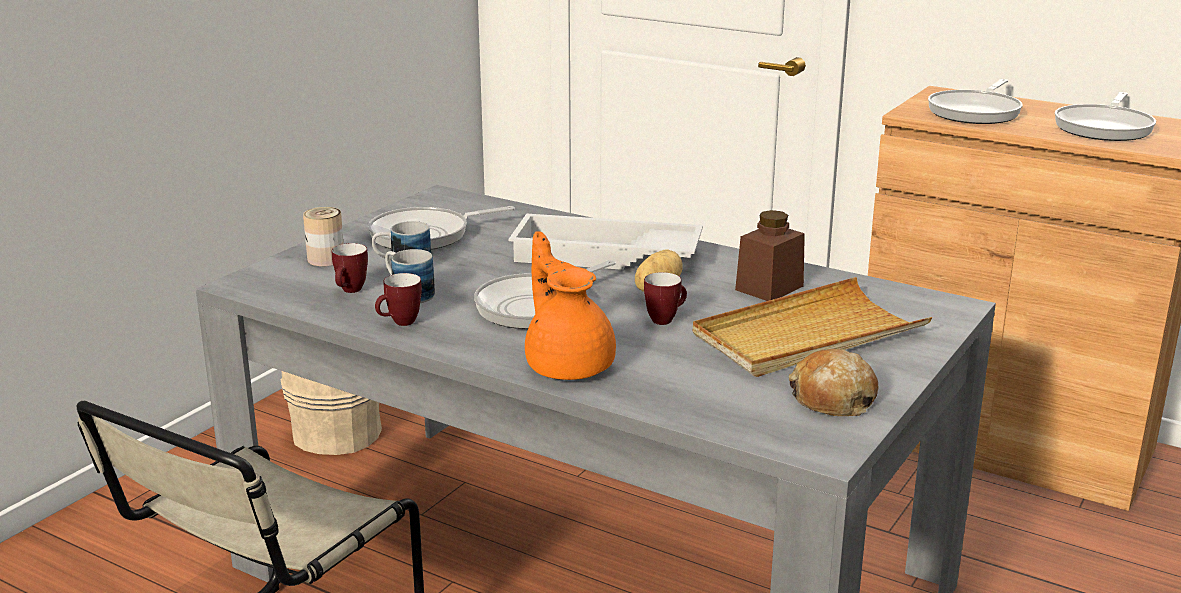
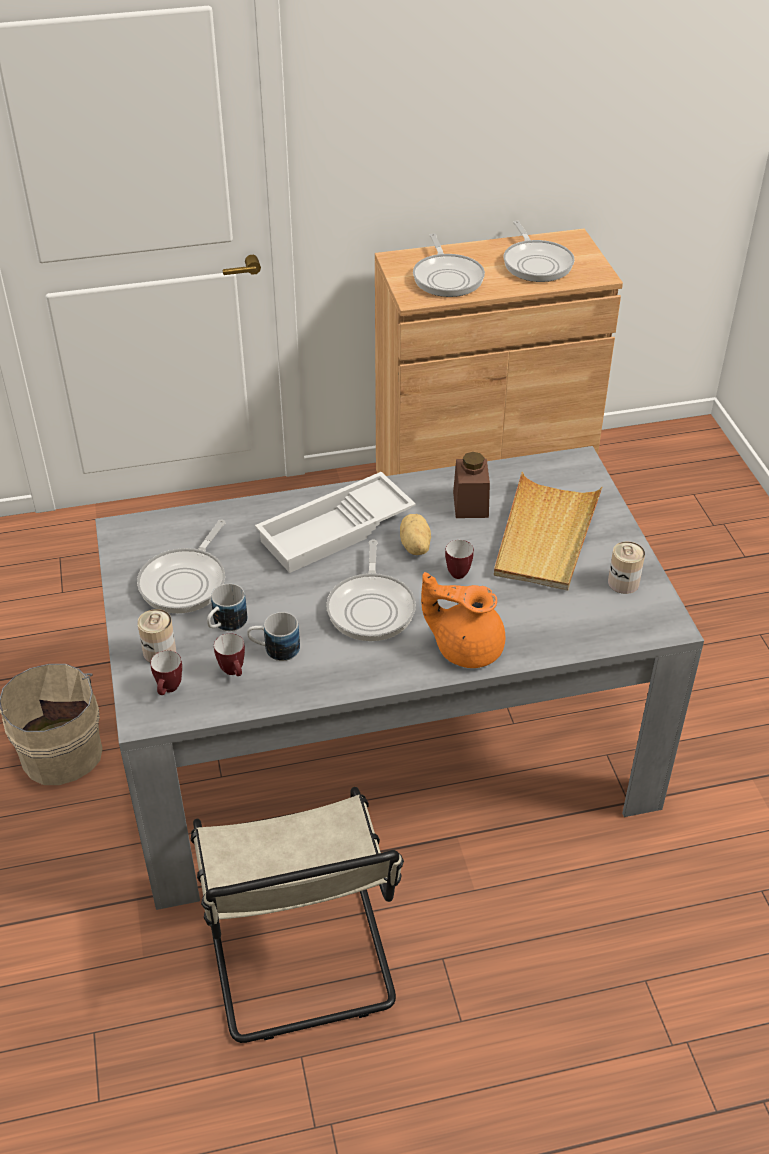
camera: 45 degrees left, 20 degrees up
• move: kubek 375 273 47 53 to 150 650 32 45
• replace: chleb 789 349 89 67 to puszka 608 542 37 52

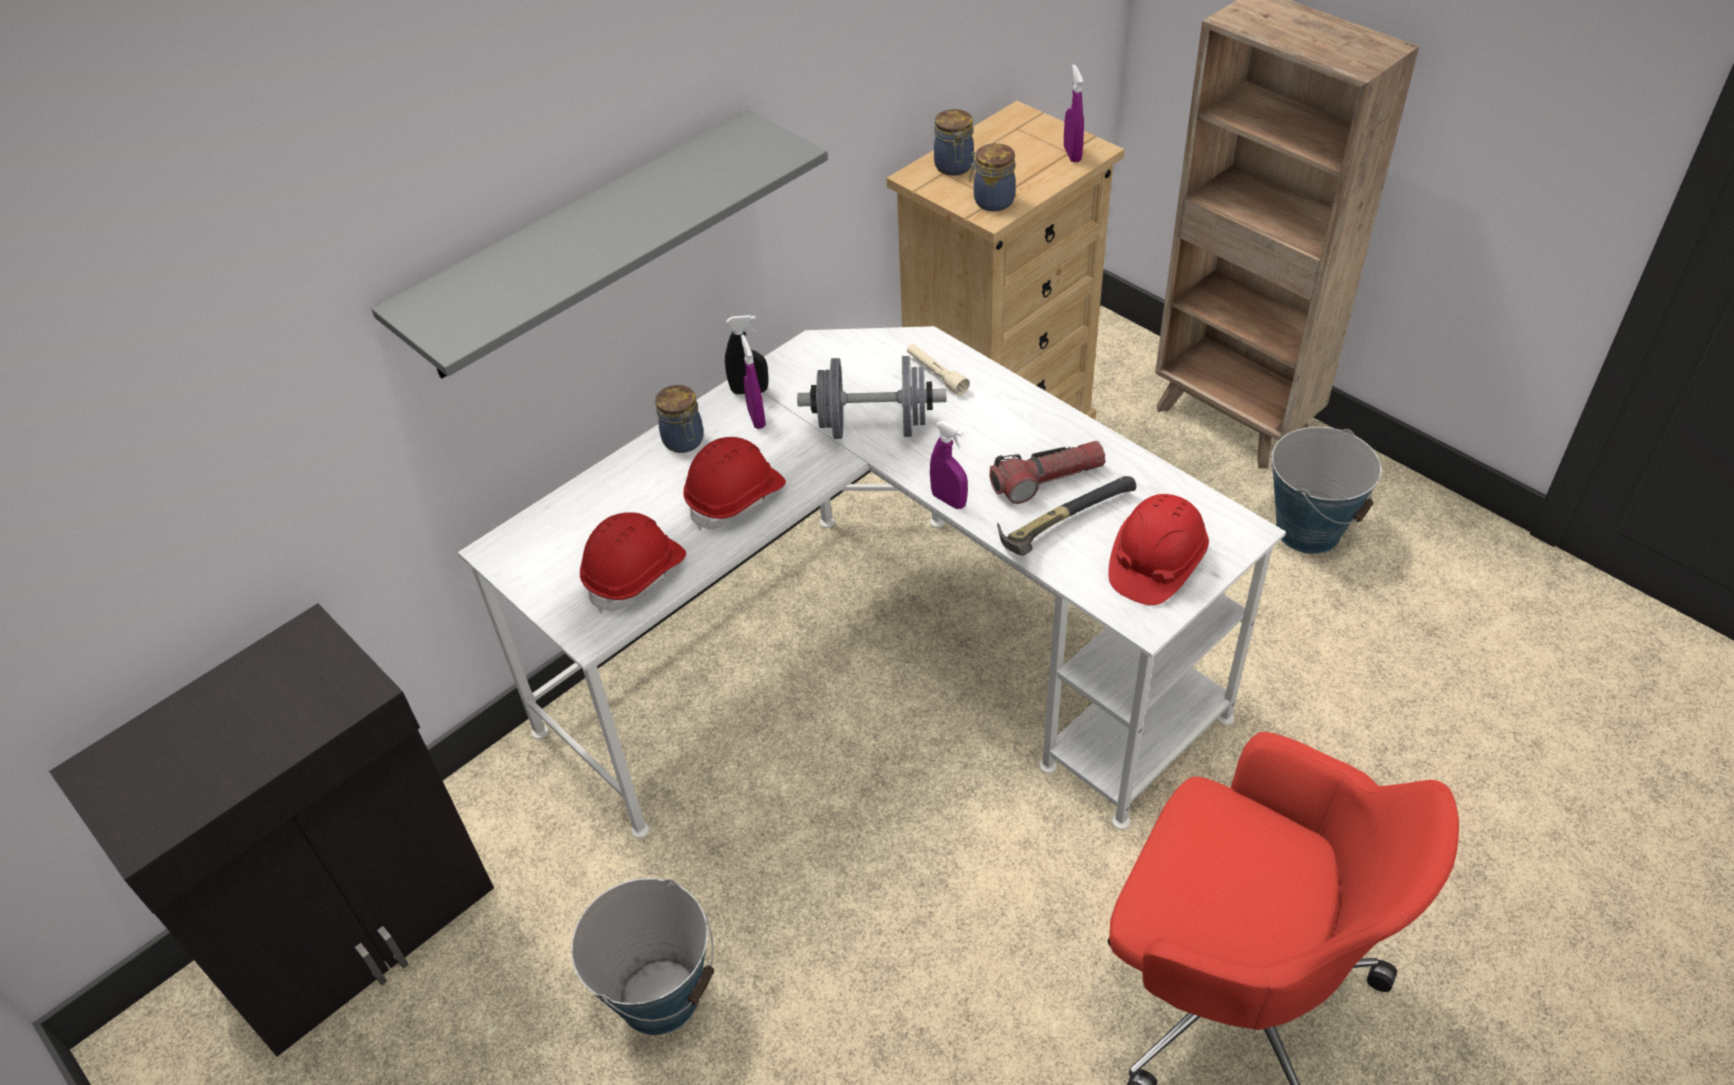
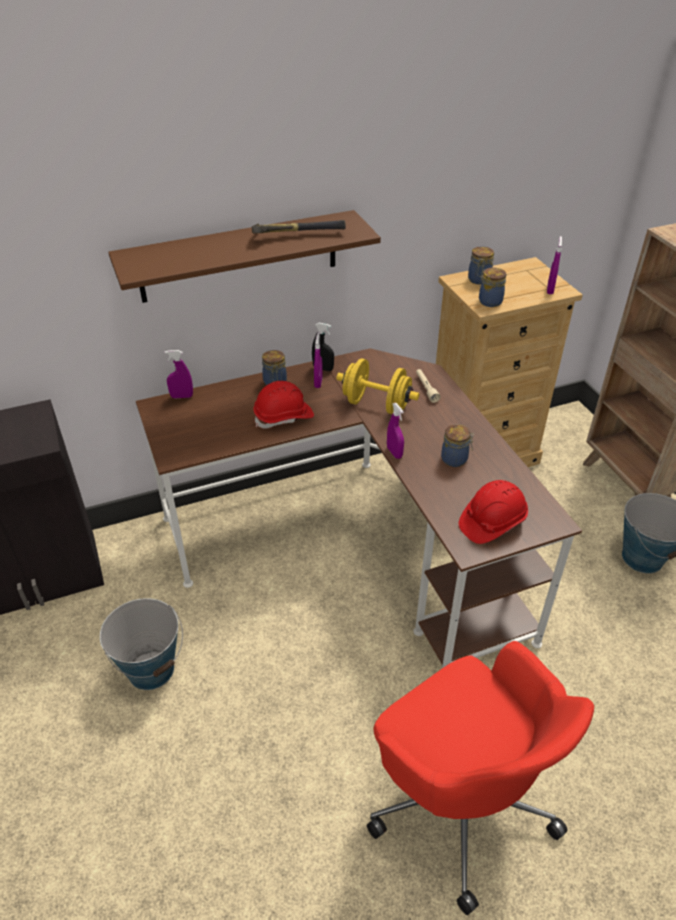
camera: 20 degrees right, 5 degrees down
• recolor: półka (szary) 372 110 456 269 to półka (brązowy) 108 210 273 93
• recolor: biurko (biały) 458 326 828 512 to biurko (brązowy) 136 348 446 320
• recolor: hantel (szary) 797 356 149 83 to hantel (żółty) 336 358 83 56
• replace: latarka 990 441 115 63 to słoik 441 424 33 43
• move: młotek 997 476 139 80 to 252 220 94 14
• delete: kask (czerwony) 580 512 106 101
• insert: spryskiwacz (fioletowy) 165 350 28 48

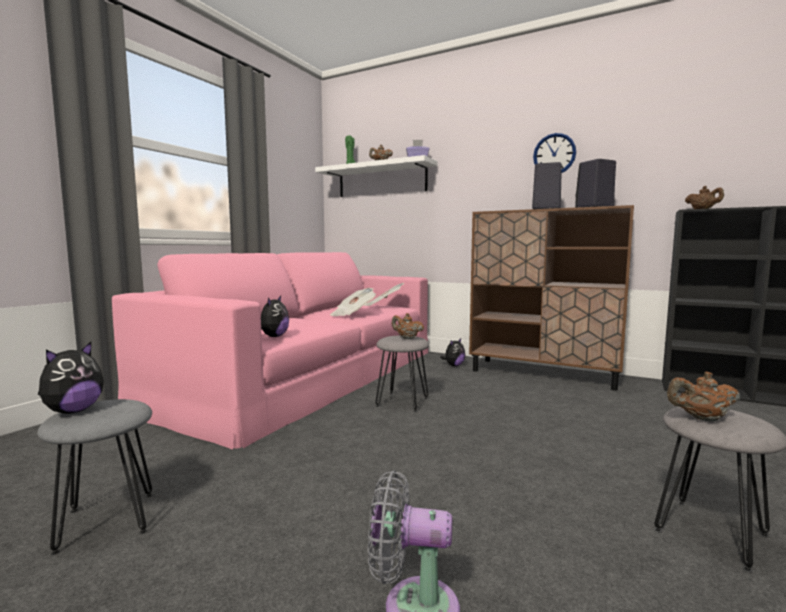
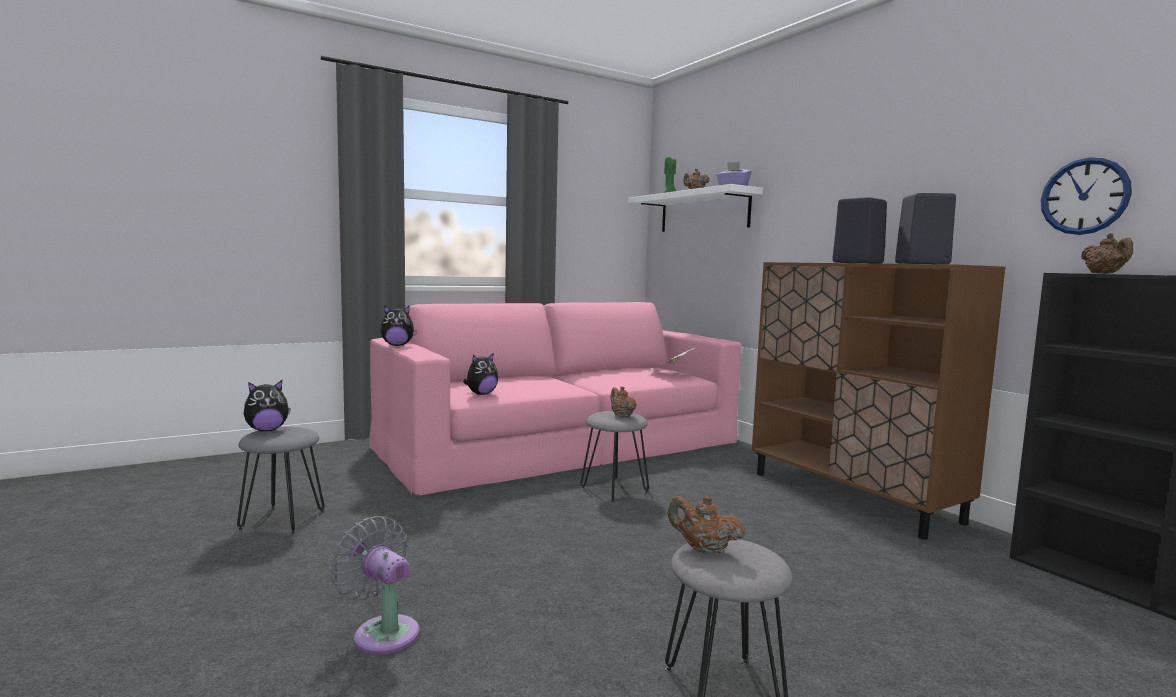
camera: 30 degrees right, 0 degrees up
• move: zegar ścienny 533 133 43 40 to 1041 157 91 78
• delete: gazeta 330 288 46 28
• move: pluszak 440 338 25 28 to 380 305 37 41

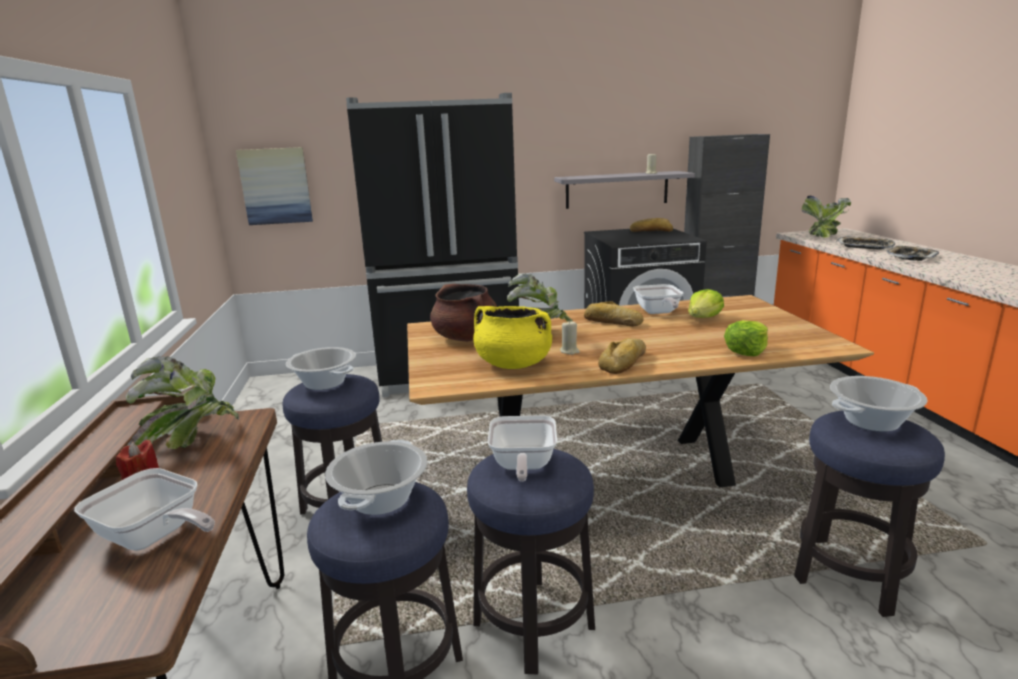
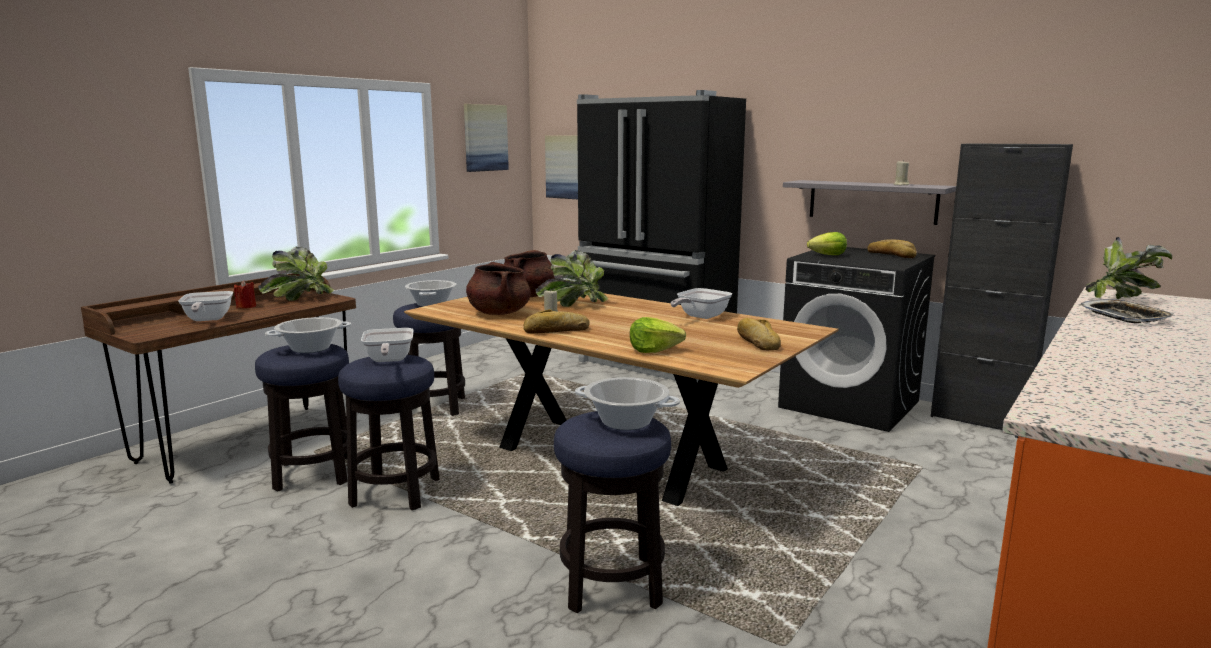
camera: 45 degrees right, 5 degrees down
• delete: taca 887 245 52 16
• move: sałata 688 289 36 29 to 807 232 40 23
• move: chleb 584 301 59 26 to 737 318 44 32
• recolor: garnek (żółty) 473 306 79 63 to garnek (brązowy) 466 262 65 53
• rotate: patelnia 488 415 69 67 = 361 328 52 34 60 degrees counterclockwise
• insert: obraz 464 104 45 68

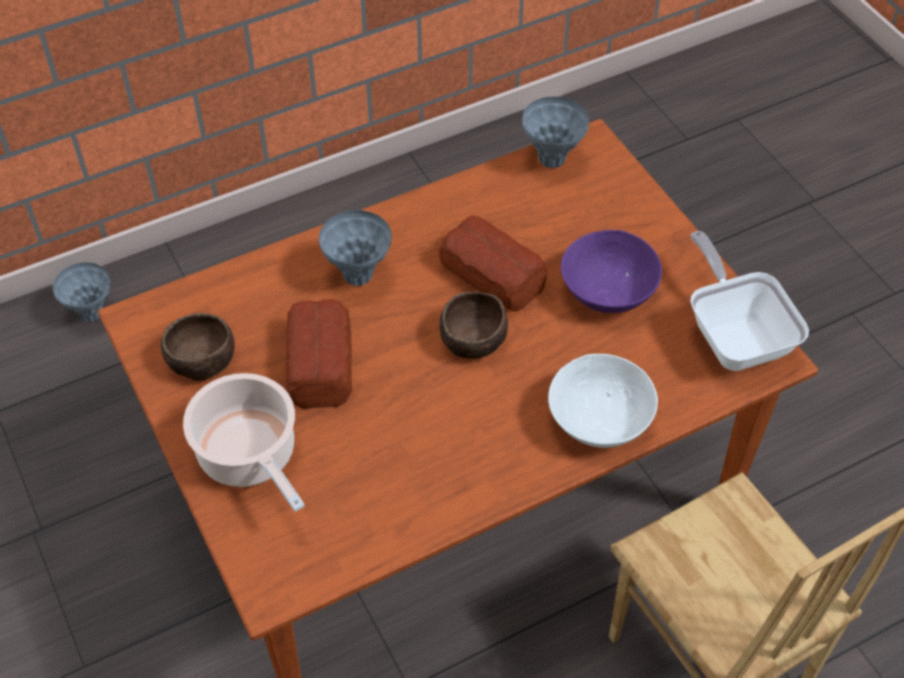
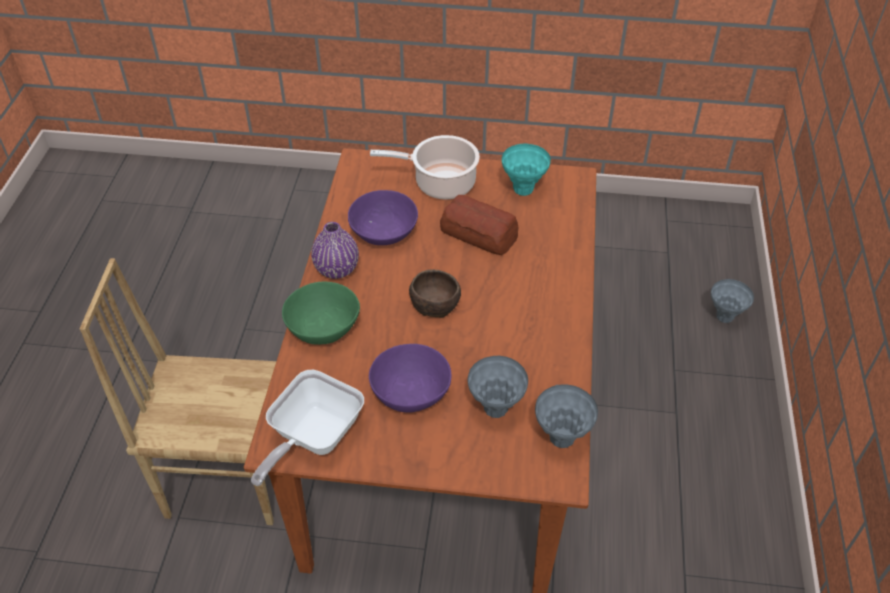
camera: 125 degrees right, 5 degrees down
• move: wazon (szary) 319 210 73 76 to 467 356 61 62
• delete: chleb 439 215 108 97
• rotate: patelnia 690 231 119 140 = 251 370 113 116 105 degrees clockwise
• replace: miska (brązowy) 161 313 74 68 to wazon (turkusowy) 502 144 49 52
• recolor: miska (biały) 548 354 110 94 to miska (zielony) 282 282 78 63
• insert: miska (fioletowy) 348 190 70 55
• insert: wazon (fioletowy) 311 222 48 57

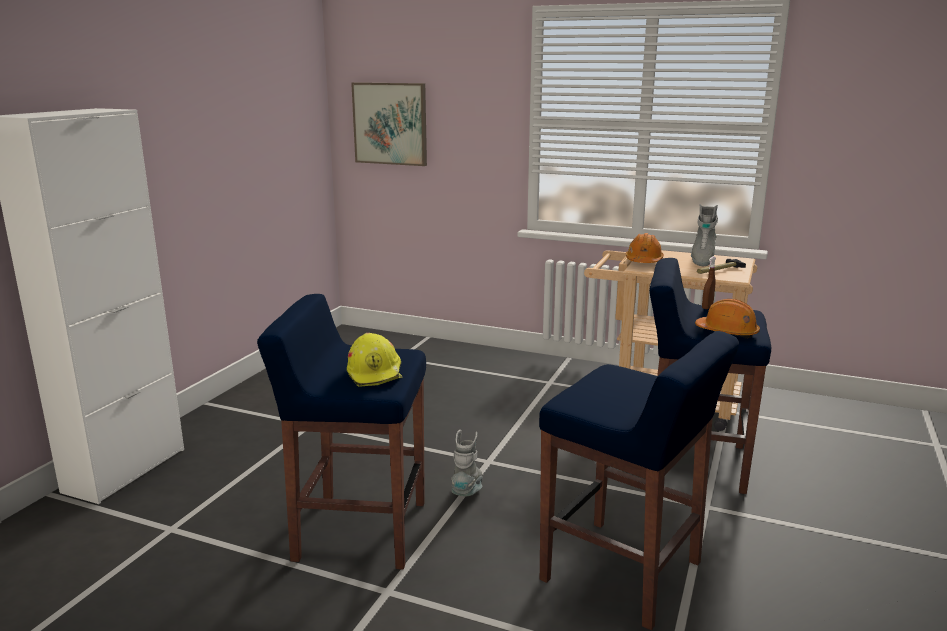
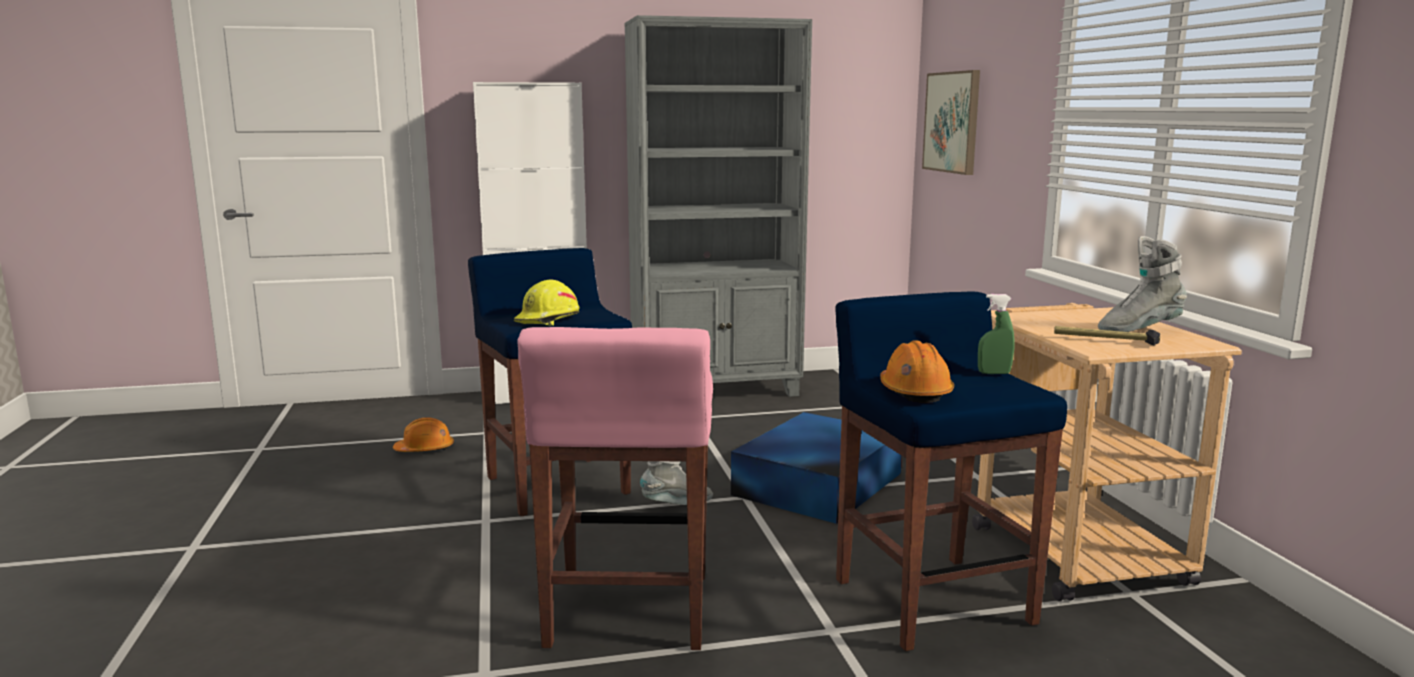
camera: 55 degrees right, 5 degrees down
• move: kask (pomarańczowy) 626 233 38 30 to 393 417 61 35
• recolor: spryskiwacz (brązowy) 702 256 14 53 to spryskiwacz (zielony) 978 294 37 80
• recolor: stołek (niebieski) 539 331 200 299 to stołek (różowy) 517 327 196 323
• insert: regał (szary) 624 15 188 382
• insert: pojemnik do przechowywania (niebieski) 731 412 171 112

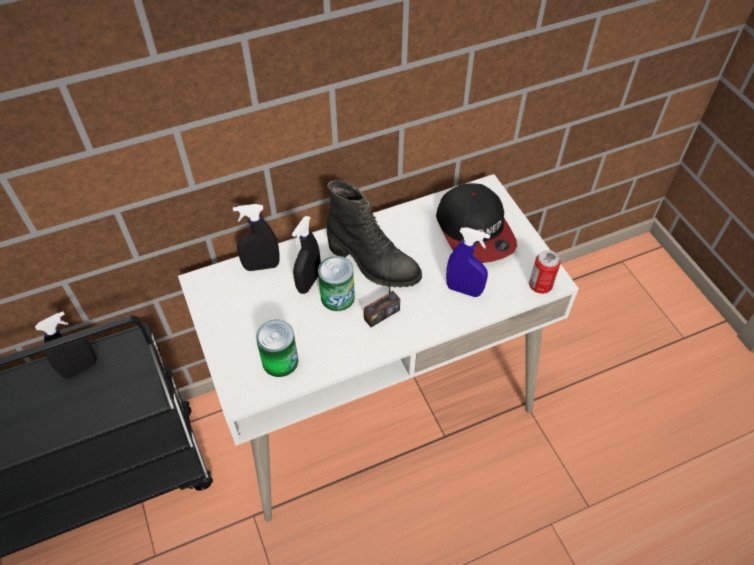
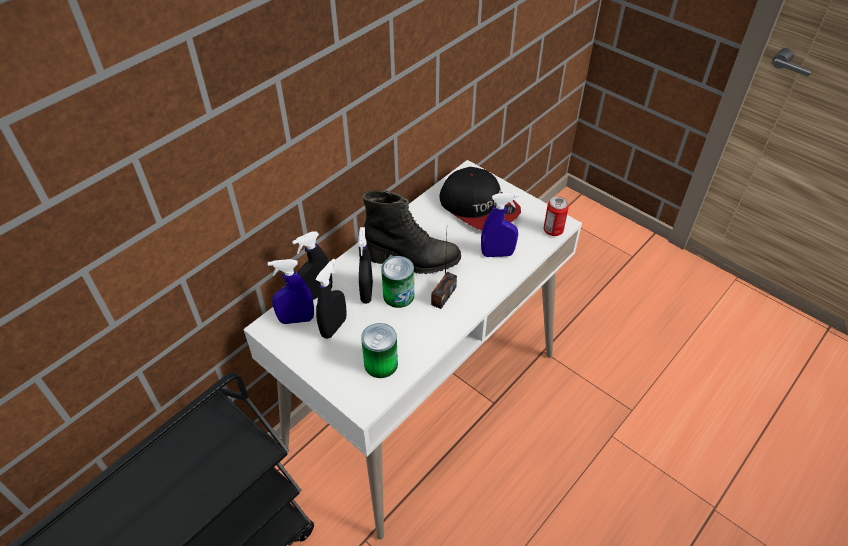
camera: 25 degrees left, 5 degrees down
• move: spryskiwacz (czarny) 35 311 61 68 to 315 259 32 80
• insert: spryskiwacz (niebieski) 268 259 46 65

